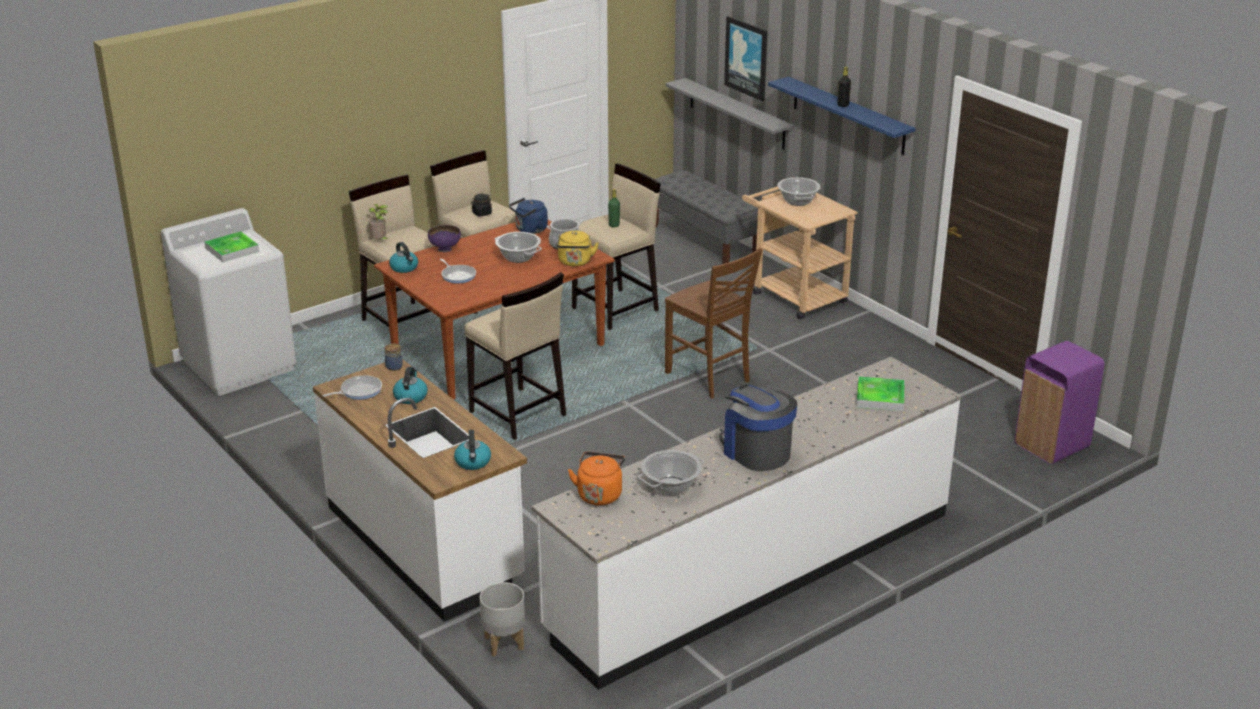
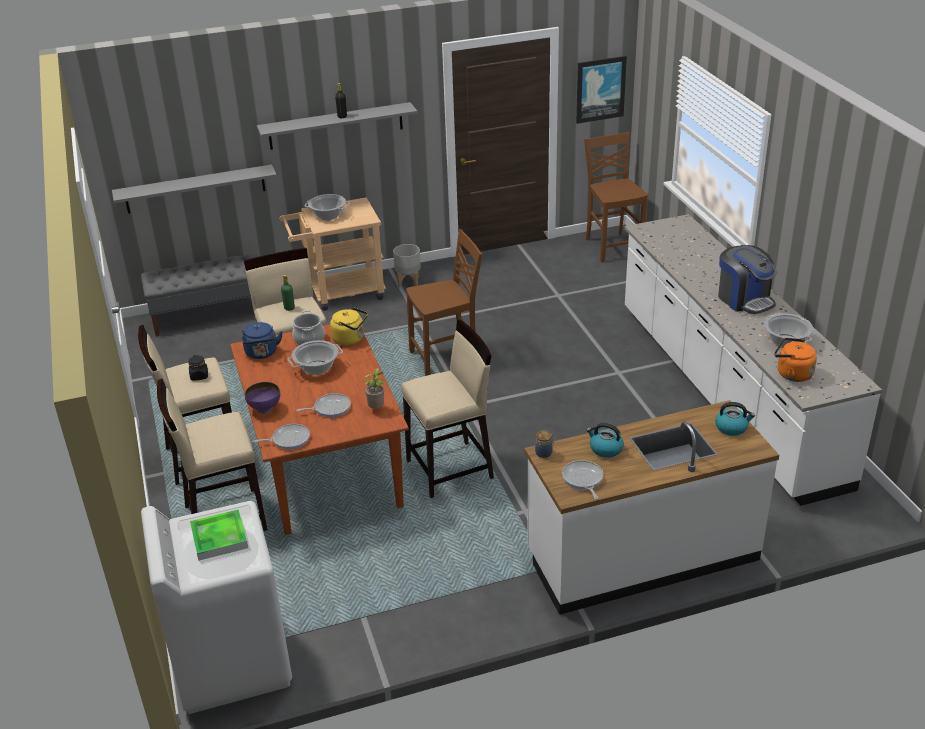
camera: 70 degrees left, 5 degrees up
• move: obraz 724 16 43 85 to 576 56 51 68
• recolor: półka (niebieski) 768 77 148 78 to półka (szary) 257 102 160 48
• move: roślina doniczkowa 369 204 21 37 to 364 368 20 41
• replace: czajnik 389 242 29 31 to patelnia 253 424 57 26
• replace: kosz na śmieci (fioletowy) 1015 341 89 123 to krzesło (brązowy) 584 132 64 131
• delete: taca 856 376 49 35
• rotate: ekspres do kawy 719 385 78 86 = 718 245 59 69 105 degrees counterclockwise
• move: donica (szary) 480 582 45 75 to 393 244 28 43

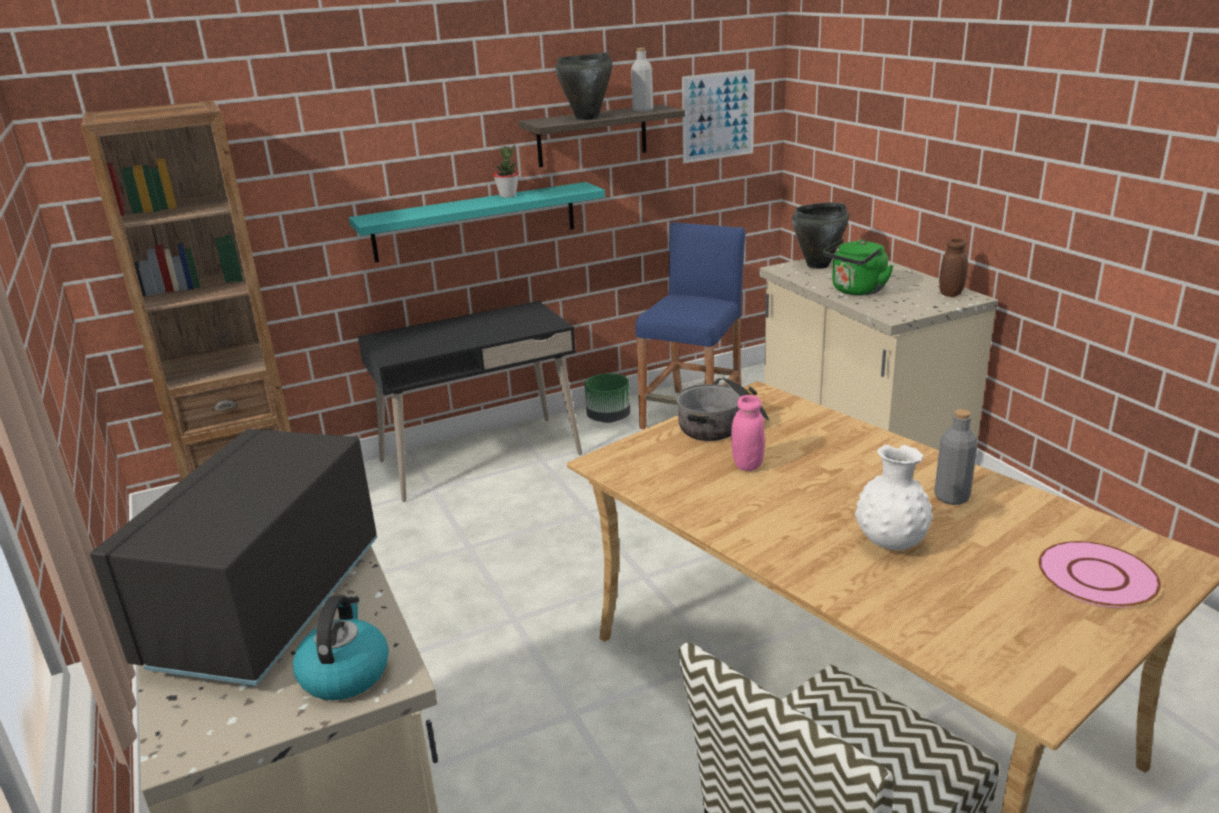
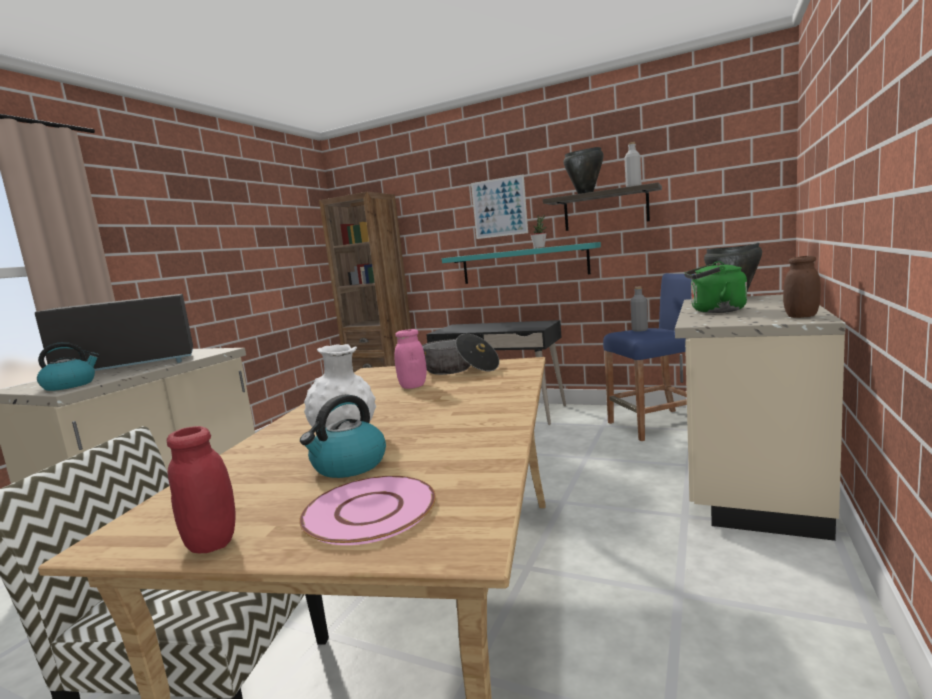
camera: 50 degrees right, 15 degrees down
• move: obraz 682 69 73 94 to 471 174 57 65
• delete: donica (zielony) 585 373 45 50
• move: butelka (szary) 934 409 44 96 to 630 286 18 46
• insert: czajnik 300 395 86 83
• insert: słoik (czerwony) 167 426 69 127

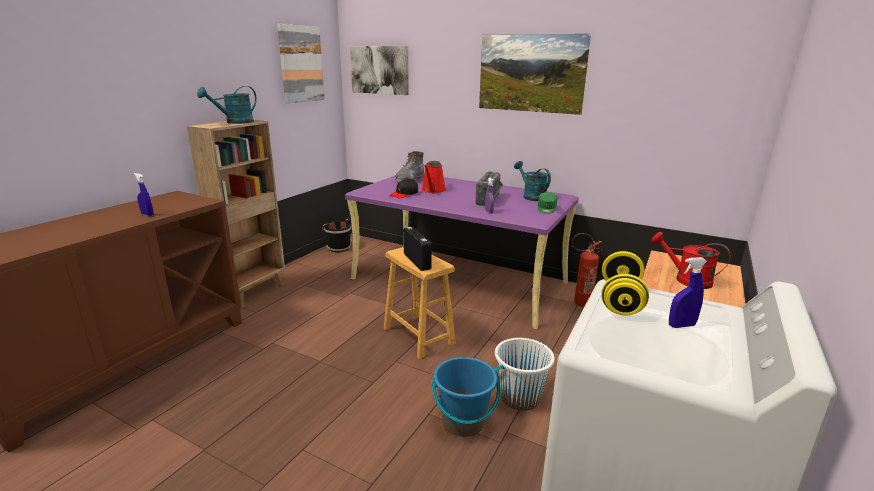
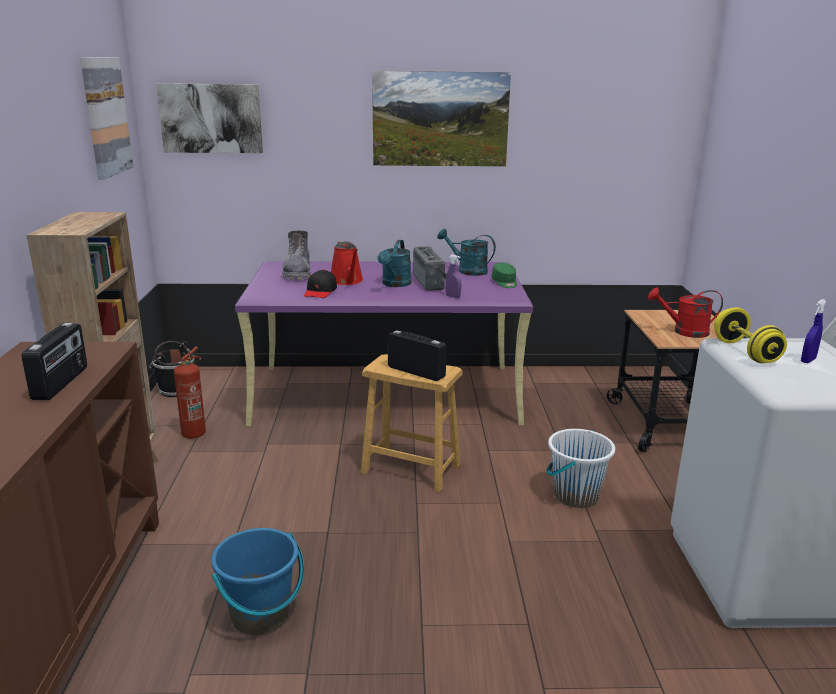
camera: 30 degrees left, 0 degrees up
• move: konewka (turkusowy) 197 86 60 38 to 378 240 33 47
• replace: spryskiwacz (niebieski) 134 173 19 43 to radio 22 323 65 77
• move: gaśnica 571 233 32 74 to 154 341 52 98
• move: wiadro (niebieski) 431 357 70 80 to 211 528 93 107

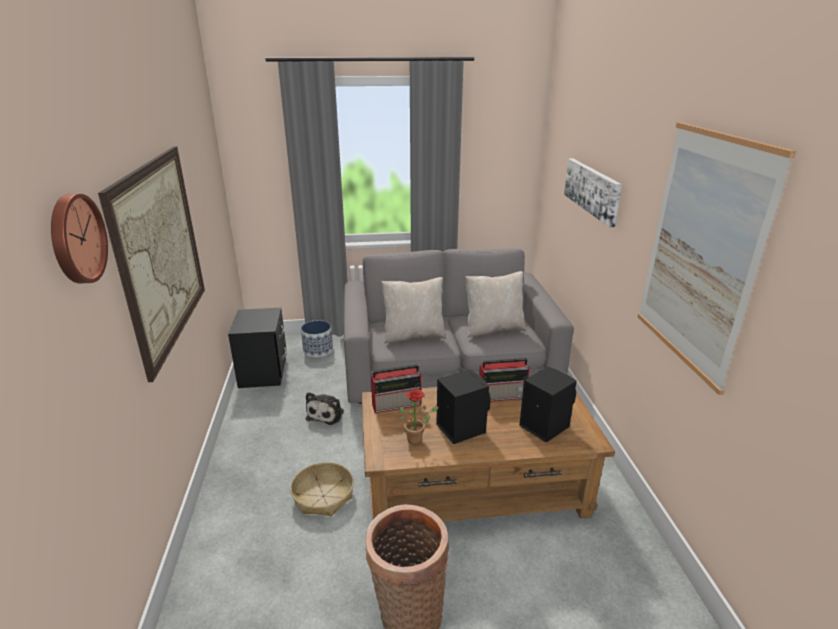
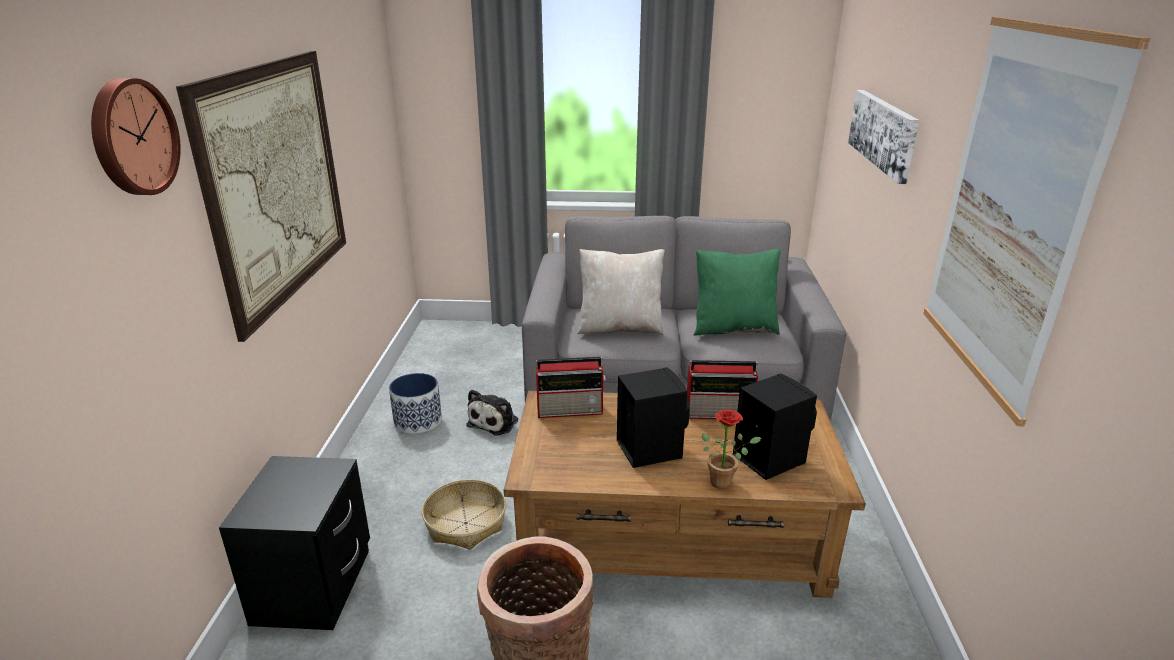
camera: 10 degrees right, 0 degrees up
• recolor: poduszka (beżowy) 465 271 61 66 to poduszka (zielony) 694 249 87 87
• move: szafka nocna (czarny) 228 308 59 80 to 219 456 151 174
• move: donica 301 320 32 37 to 389 373 53 61
• move: roślina doniczkowa 399 390 40 55 to 702 409 59 80

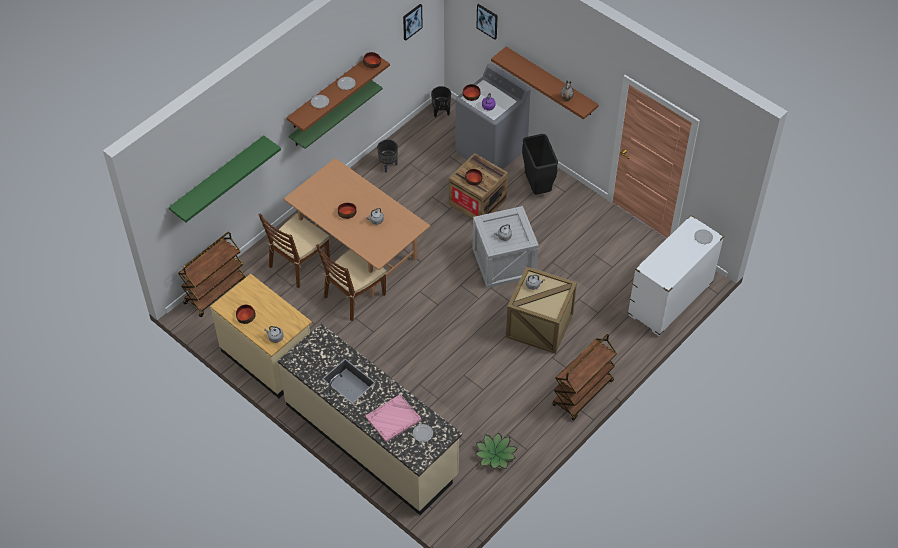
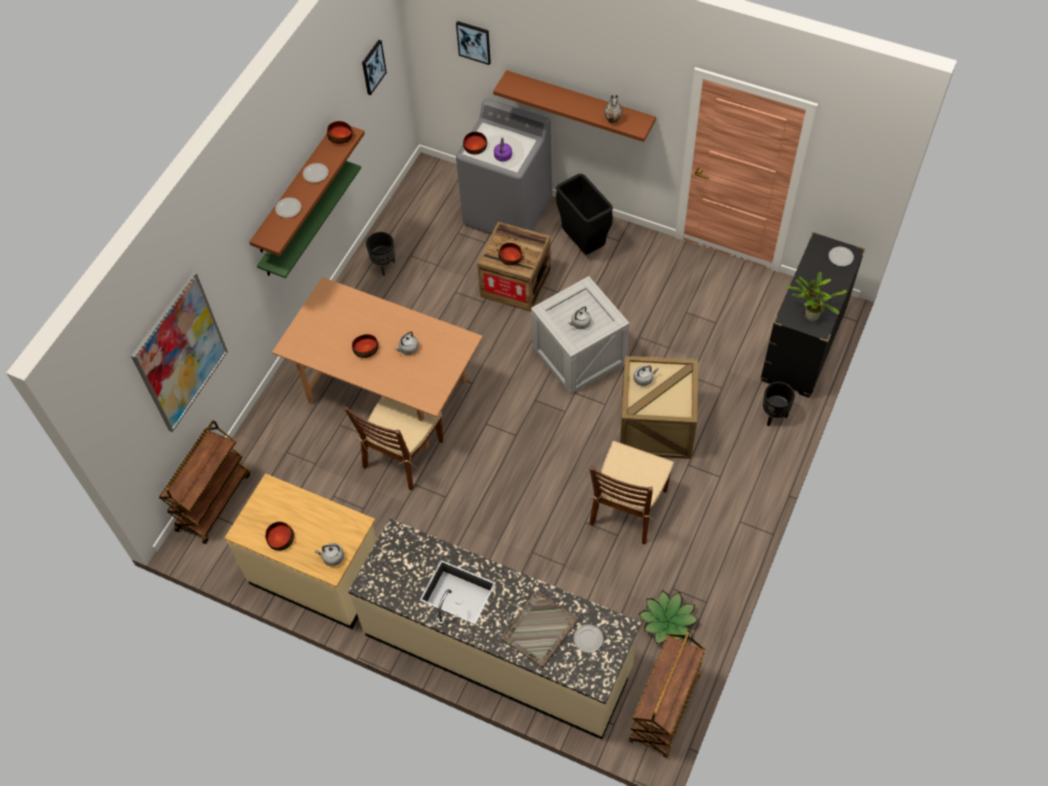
camera: 15 degrees left, 5 degrees up
• move: donica (czarny) 431 86 20 31 to 763 382 32 44
• replace: półka (zielony) 169 135 112 87 to obraz 131 271 97 161
• move: krzesło (brązowy) 258 213 72 75 to 586 441 88 103
• recolor: komoda (biały) 628 215 96 121 to komoda (czarny) 760 232 105 166
• move: wózek (brązowy) 552 334 65 87 to 629 630 77 128
• recolor: taca (różowy) 365 394 57 49 to taca (szary) 501 590 78 78
• insert: roślina doniczkowa 785 272 62 49

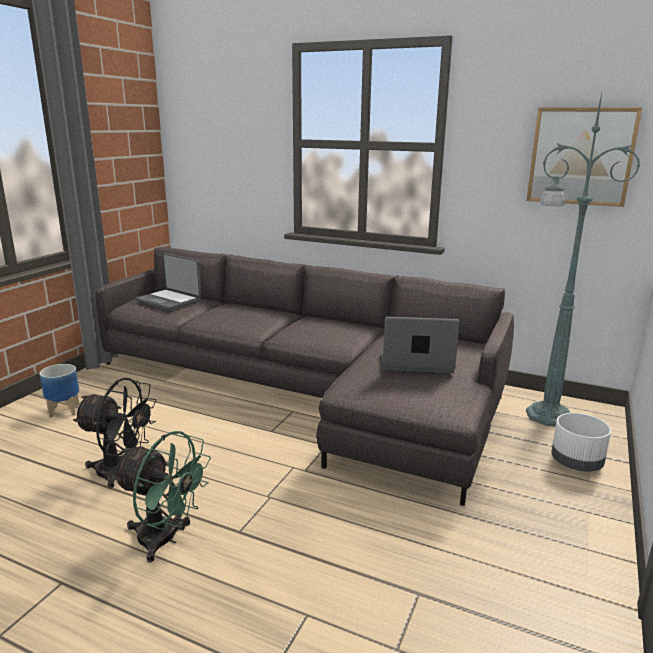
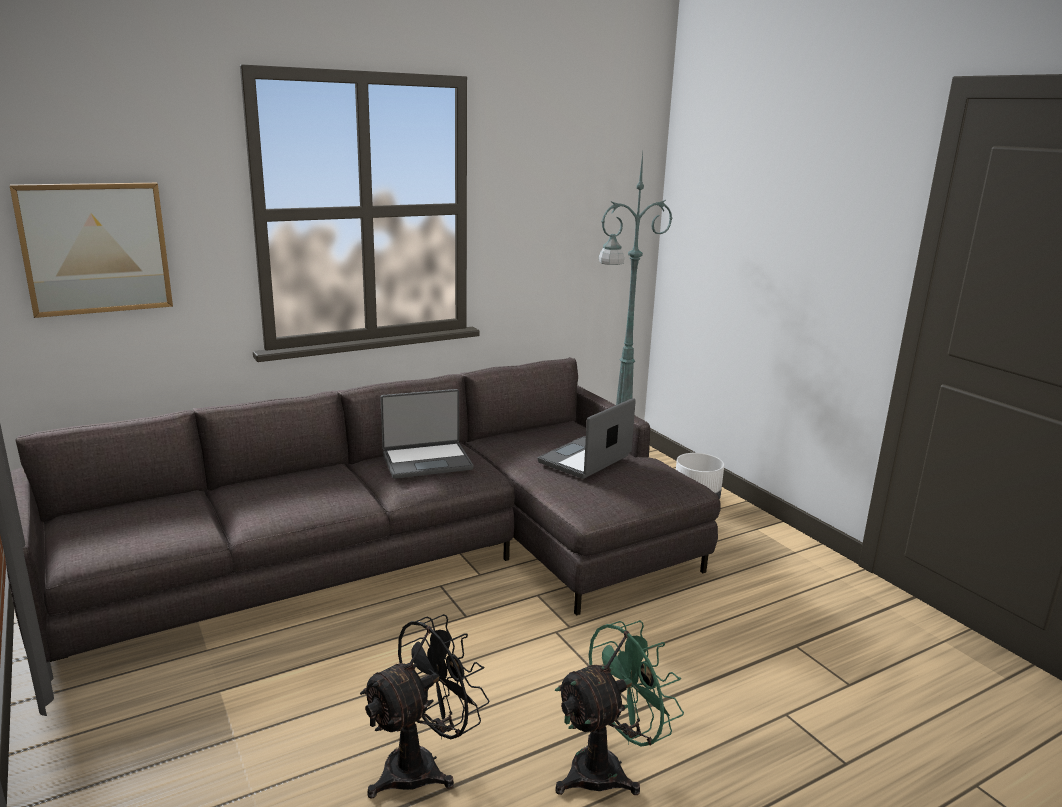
camera: 55 degrees left, 0 degrees up
• move: obraz 526 107 116 100 to 10 183 163 135
• move: laptop 136 253 65 57 to 380 389 94 90
• delete: donica 40 364 39 54

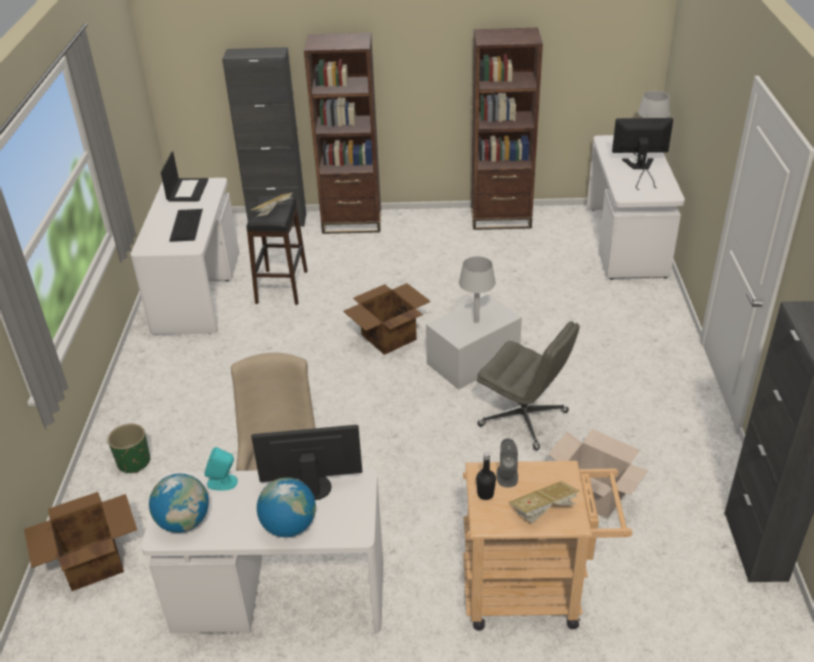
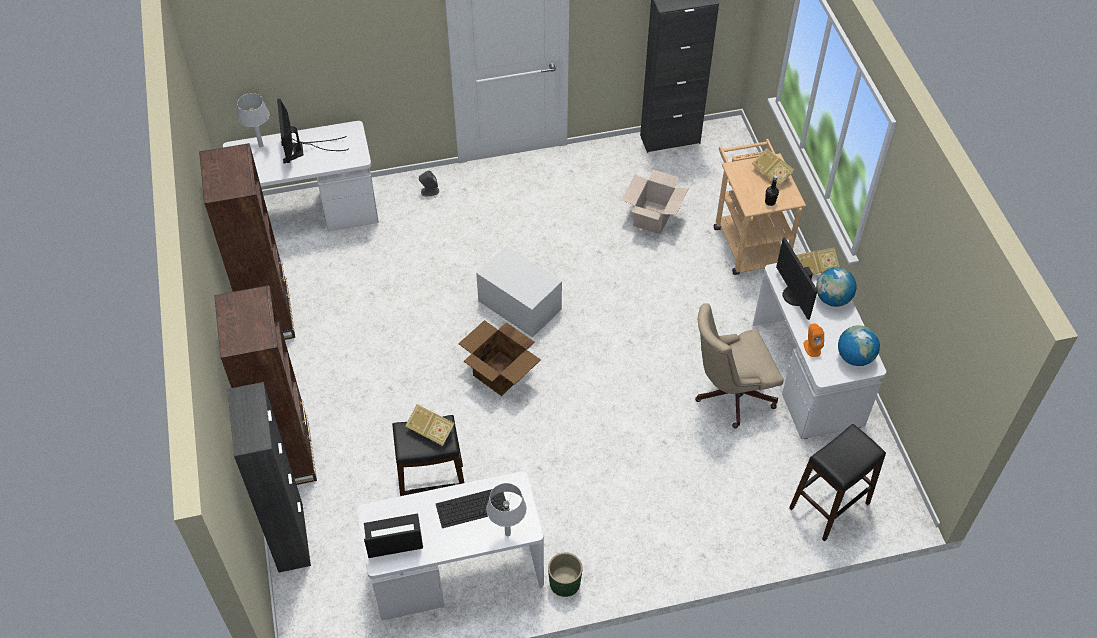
camera: 105 degrees left, 15 degrees up
• move: lampa stołowa (szary) 459 256 37 67 to 486 483 41 53
• delete: krzesło biurowe (szary) 477 321 103 129
• move: donica (zielony) 108 424 42 49 to 548 553 34 44
• move: głośnik (szary) 497 439 21 48 to 419 170 20 26
• recolor: głośnik (turkusowy) 204 447 34 43 to głośnik (pomarańczowy) 804 323 20 34
• replace: karton 24 492 113 99 to stołek (czarny) 789 424 97 118
• insert: książka 796 248 44 27

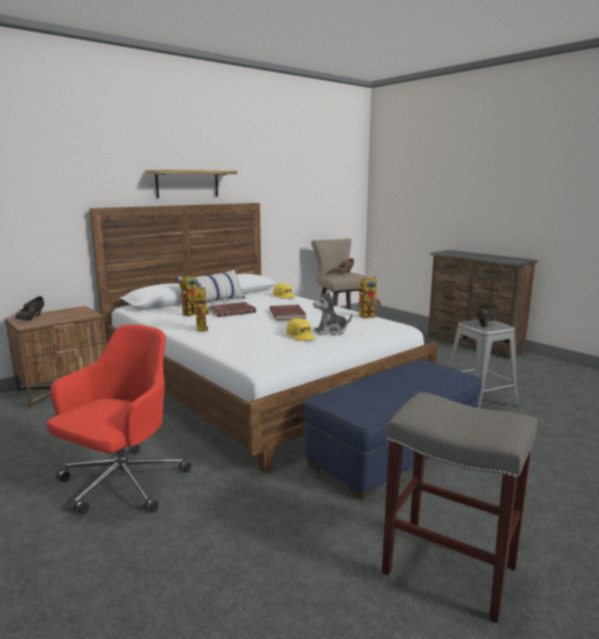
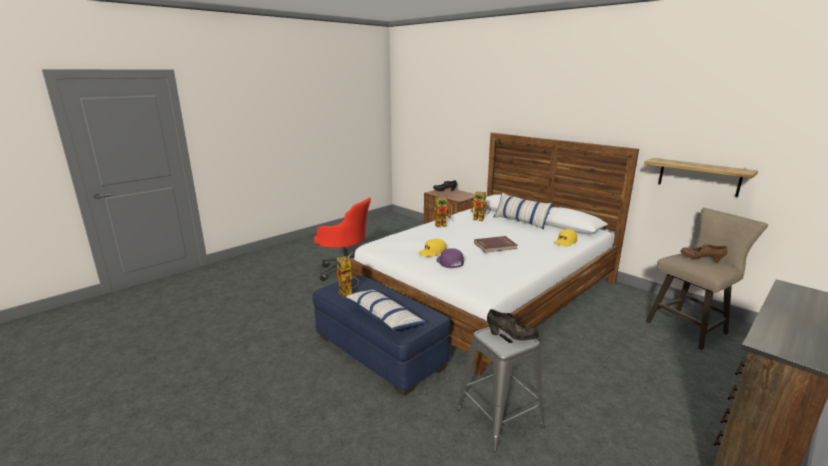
camera: 85 degrees right, 5 degrees up
• move: półka 145 170 92 28 to 644 158 114 39
• move: robot zabawkowy 358 276 23 43 to 337 256 22 42
• replace: pluszak 313 291 39 44 to czapka z daszkiem (fioletowy) 436 248 28 20
• delete: książka (czerwony) 209 302 47 15
• delete: stołek (szary) 382 392 156 231
• insert: poduszka 343 290 84 41

